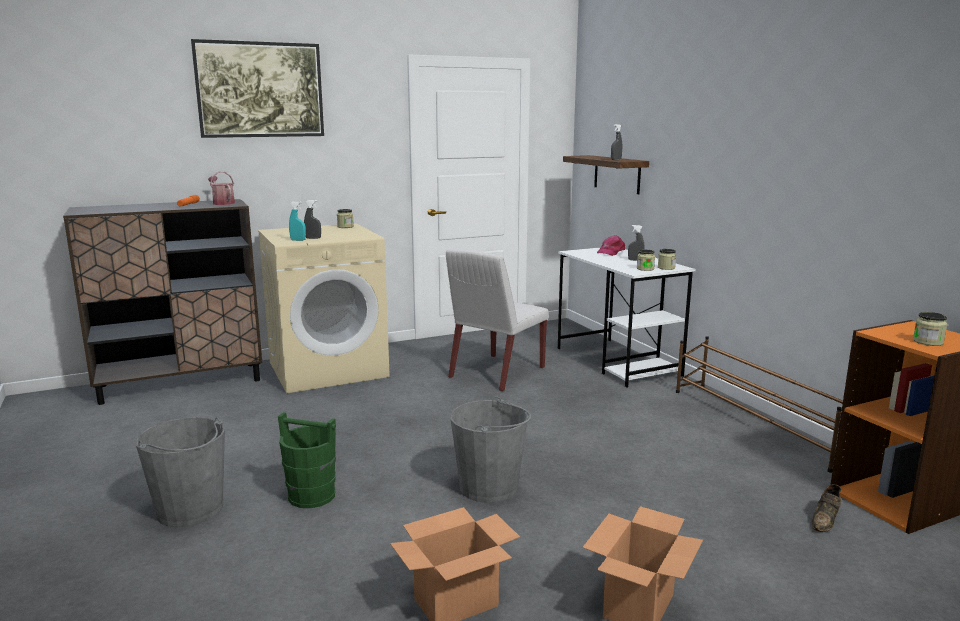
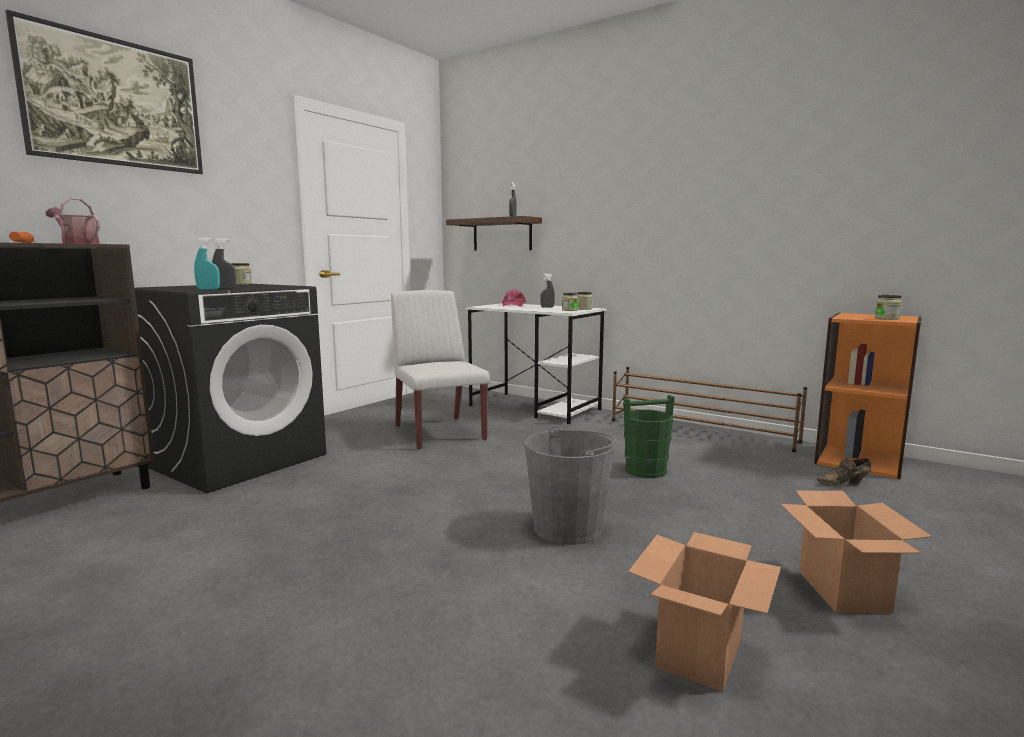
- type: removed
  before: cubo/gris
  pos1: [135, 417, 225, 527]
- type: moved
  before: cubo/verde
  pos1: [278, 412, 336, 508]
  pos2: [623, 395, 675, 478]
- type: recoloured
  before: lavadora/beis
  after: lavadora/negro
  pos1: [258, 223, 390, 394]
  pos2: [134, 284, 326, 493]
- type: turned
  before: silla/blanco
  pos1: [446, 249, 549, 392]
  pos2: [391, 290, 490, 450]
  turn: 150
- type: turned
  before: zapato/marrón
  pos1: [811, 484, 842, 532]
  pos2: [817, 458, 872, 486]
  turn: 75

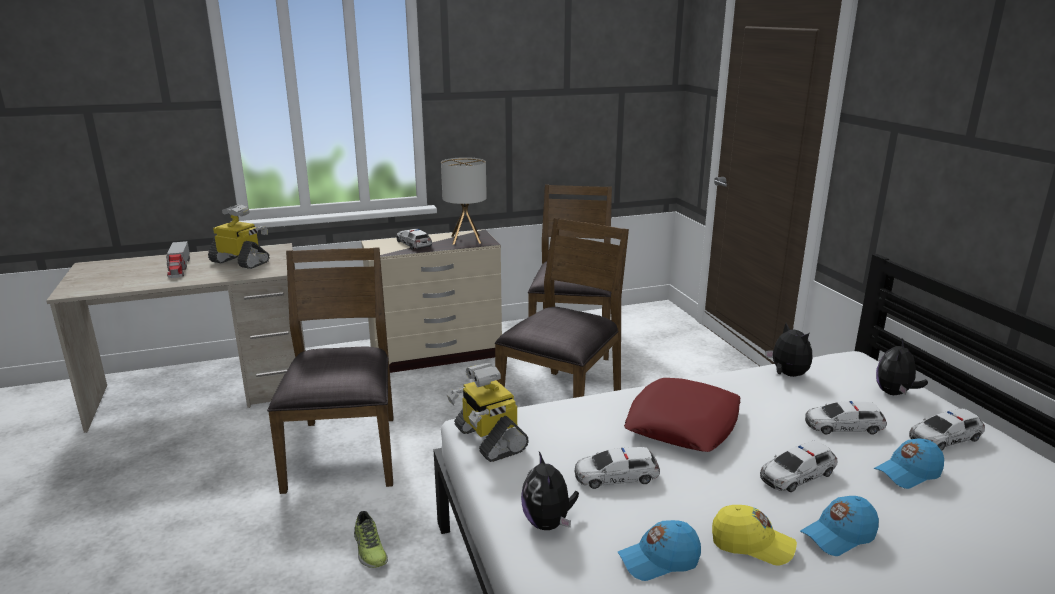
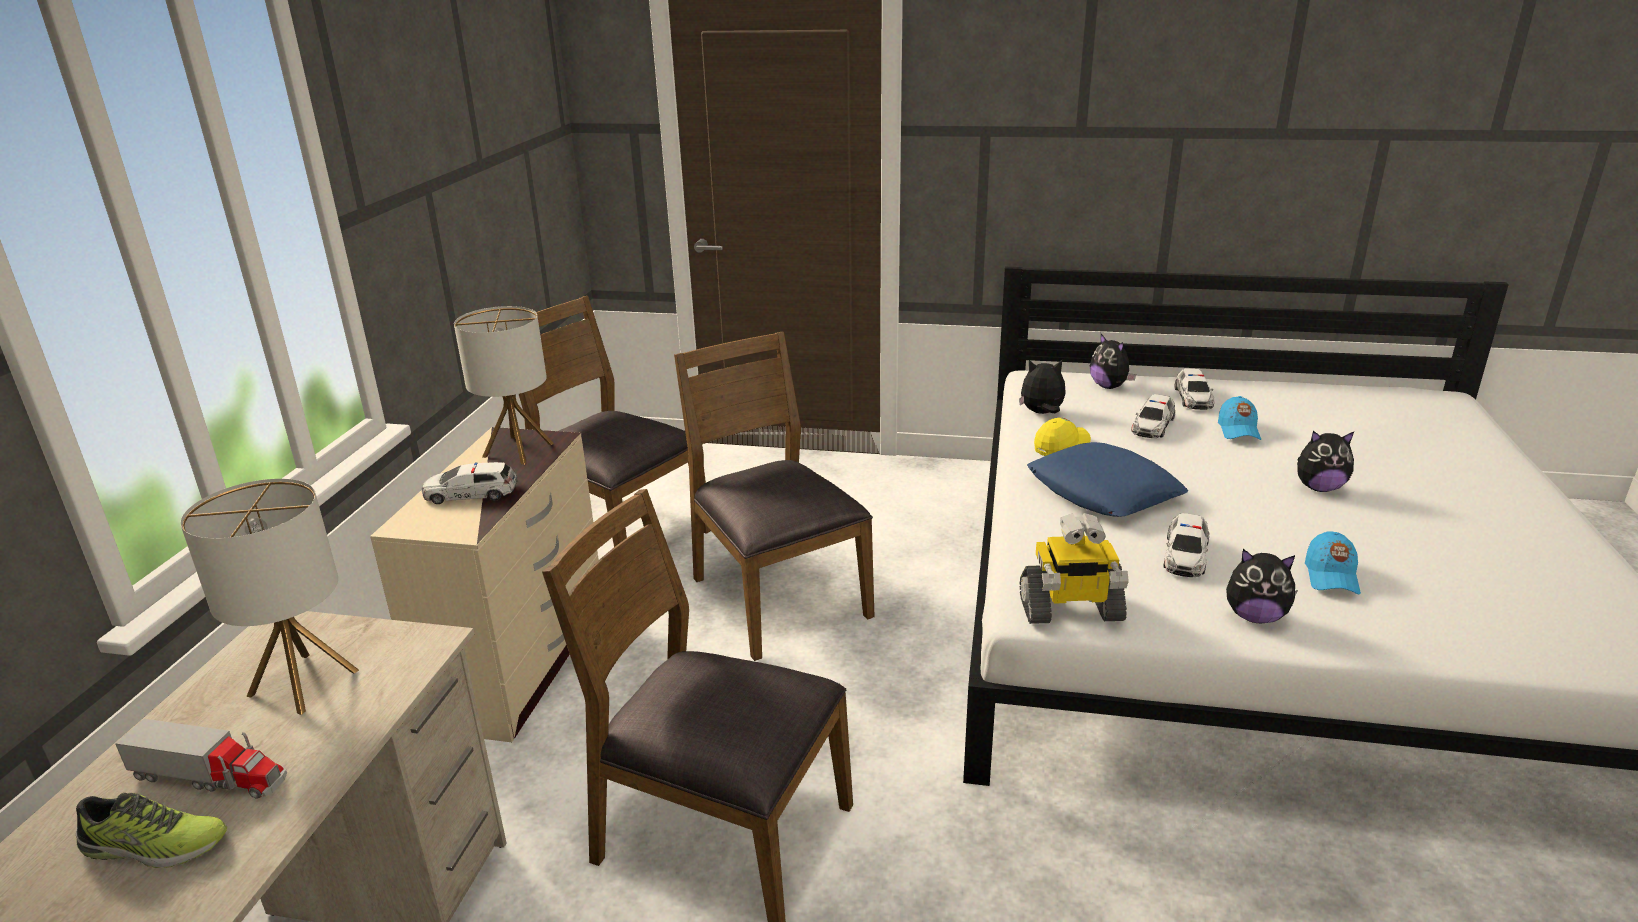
- type: removed
  before: coche de juguete
  pos1: [760, 441, 838, 492]
- type: moved
  before: zapato
  pos1: [354, 511, 388, 568]
  pos2: [76, 793, 227, 868]
- type: moved
  before: gorra/amarillo
  pos1: [712, 505, 797, 565]
  pos2: [1034, 417, 1091, 456]
- type: replaced
  before: robot de juguete
  after: lámpara de mesa
  pos1: [208, 204, 270, 269]
  pos2: [180, 479, 359, 715]
- type: replaced
  before: gorra/azul
  after: peluche
  pos1: [800, 496, 879, 556]
  pos2: [1297, 431, 1354, 492]
- type: recoloured
  before: cojín/rojo
  after: cojín/azul
  pos1: [624, 378, 741, 452]
  pos2: [1027, 442, 1189, 517]

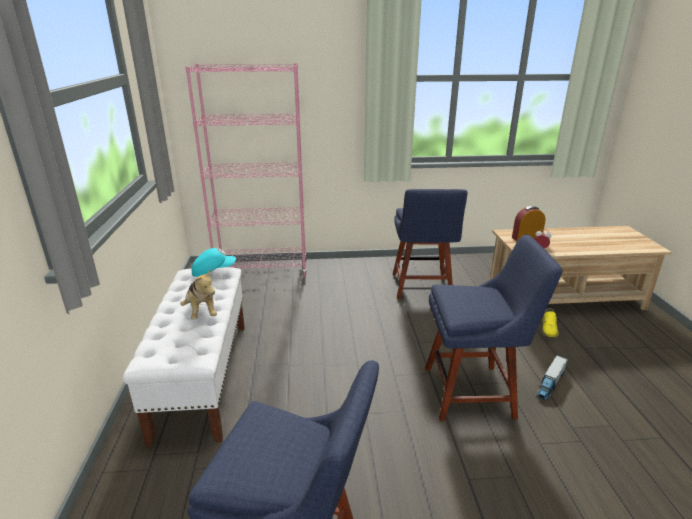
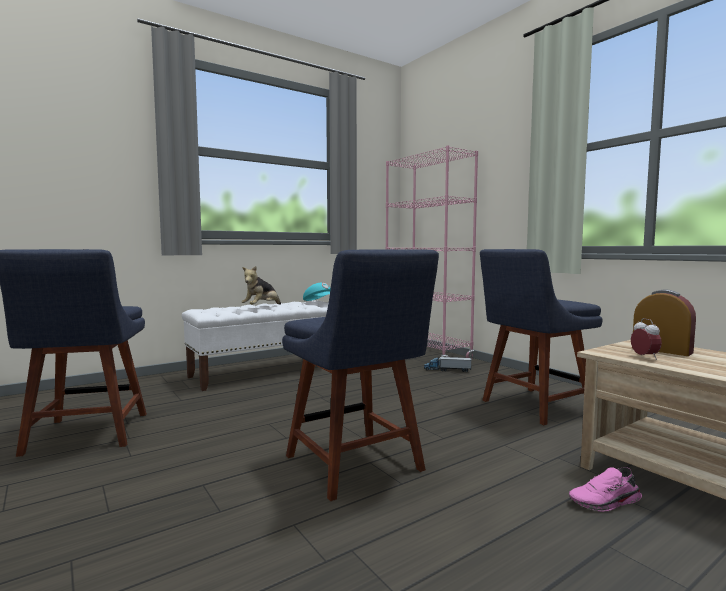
- type: moved
  before: camión de juguete
  pos1: [536, 355, 568, 401]
  pos2: [424, 356, 472, 372]
- type: recoloured
  before: zapato/amarillo
  after: zapato/rosa
  pos1: [542, 308, 559, 337]
  pos2: [569, 467, 642, 512]

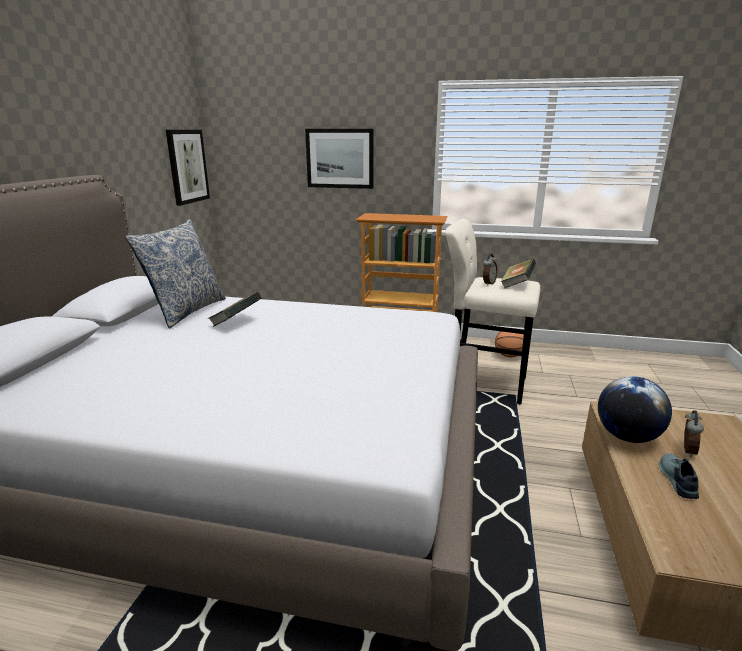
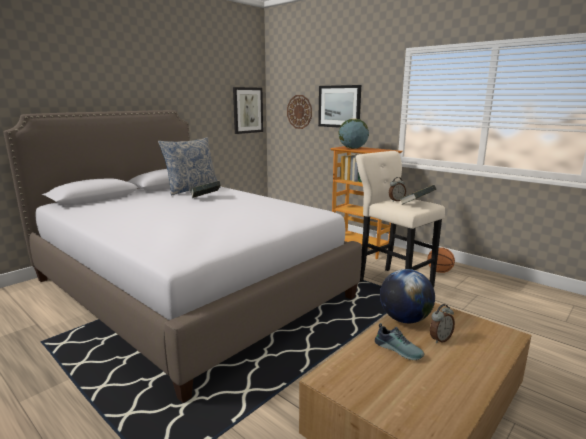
- type: added
  after: reloj de pared
  pos2: [287, 95, 312, 129]
- type: added
  after: globo terráqueo
  pos2: [338, 118, 369, 149]
- type: turned
  before: zapato
  pos1: [659, 453, 699, 499]
  pos2: [375, 323, 424, 360]
  turn: 90

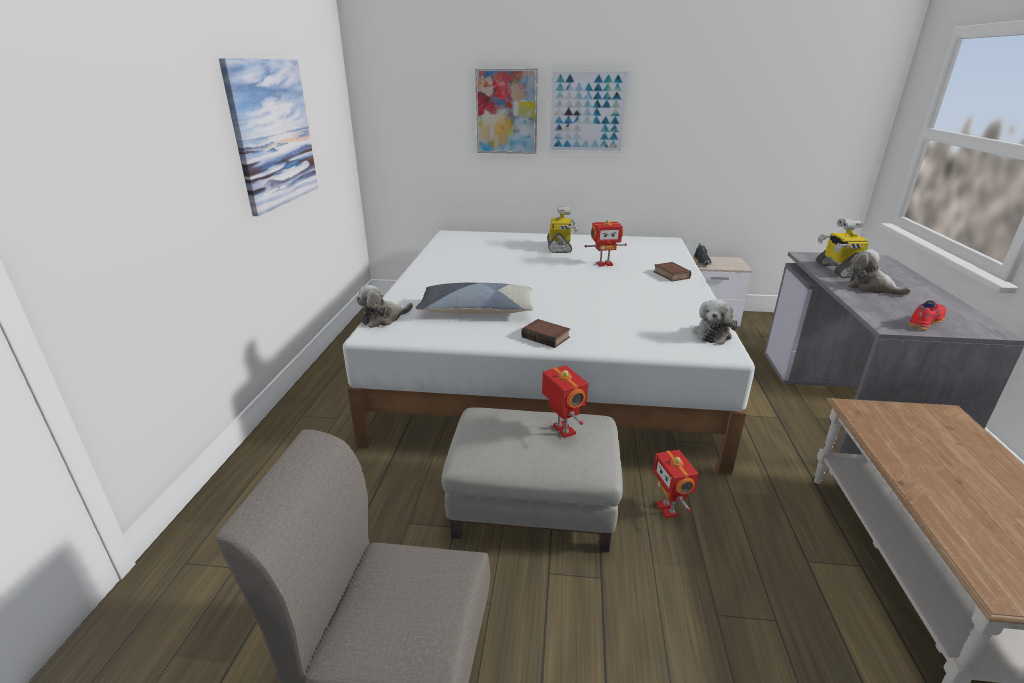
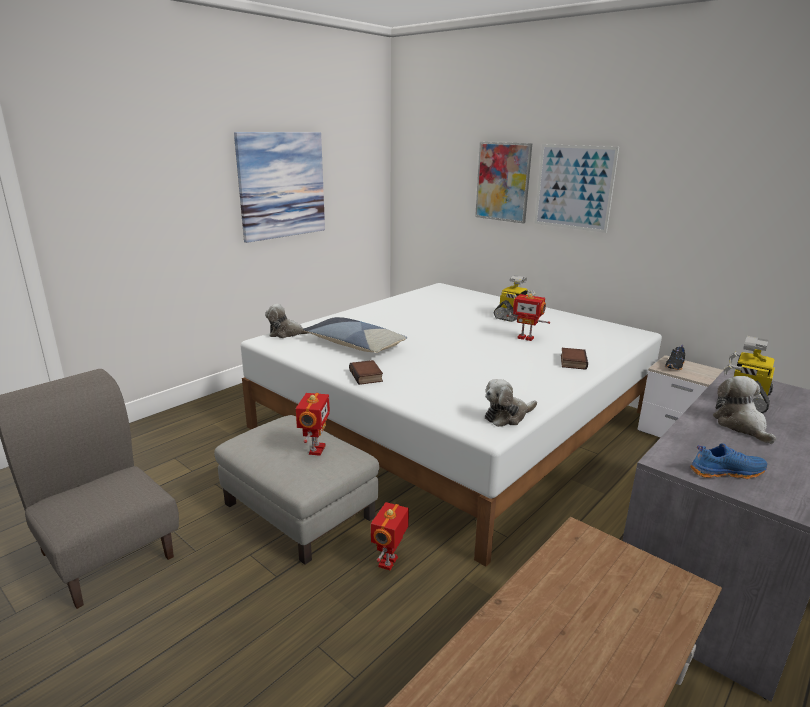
- type: recoloured
  before: zapato/rojo
  after: zapato/azul
  pos1: [908, 300, 946, 330]
  pos2: [690, 443, 767, 479]

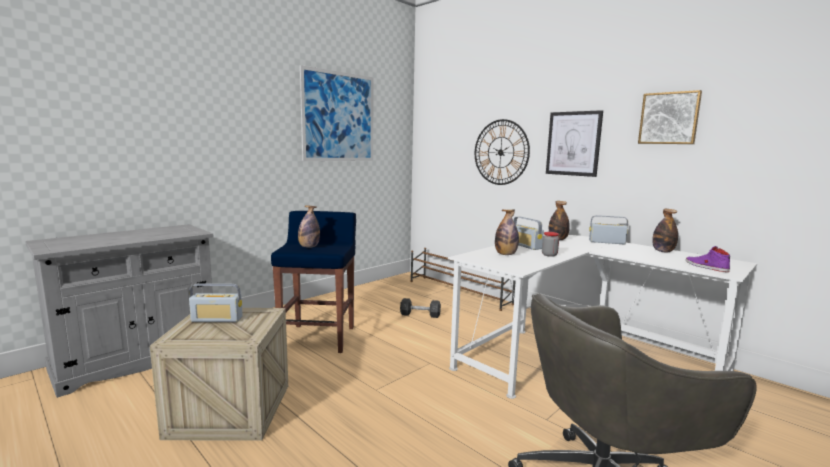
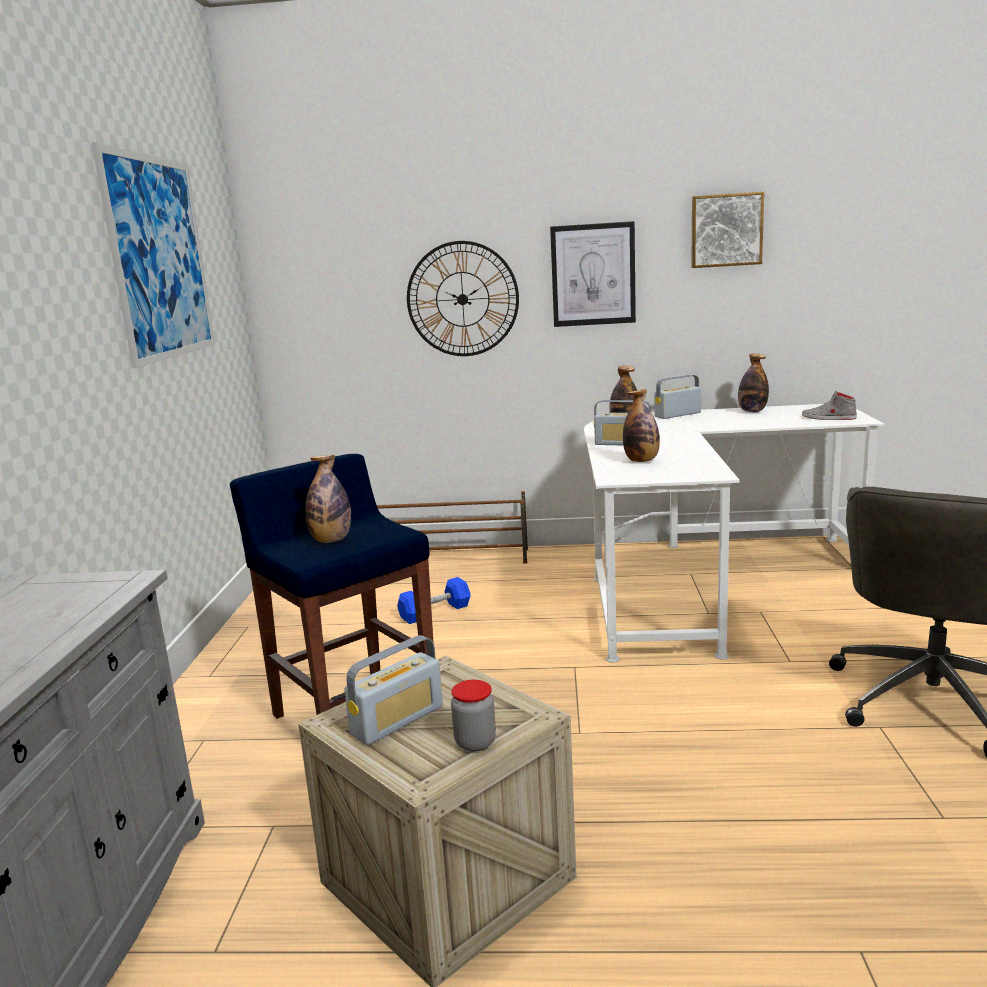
- type: moved
  before: tarro
  pos1: [542, 232, 559, 257]
  pos2: [451, 680, 496, 752]
- type: recoloured
  before: mancuerna/gris
  after: mancuerna/azul
  pos1: [400, 298, 441, 318]
  pos2: [397, 577, 471, 624]
- type: recoloured
  before: zapato/morado
  after: zapato/gris
  pos1: [686, 246, 730, 272]
  pos2: [802, 390, 857, 420]

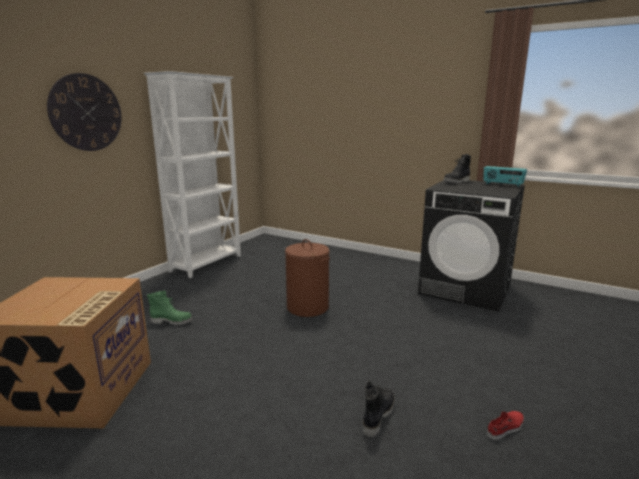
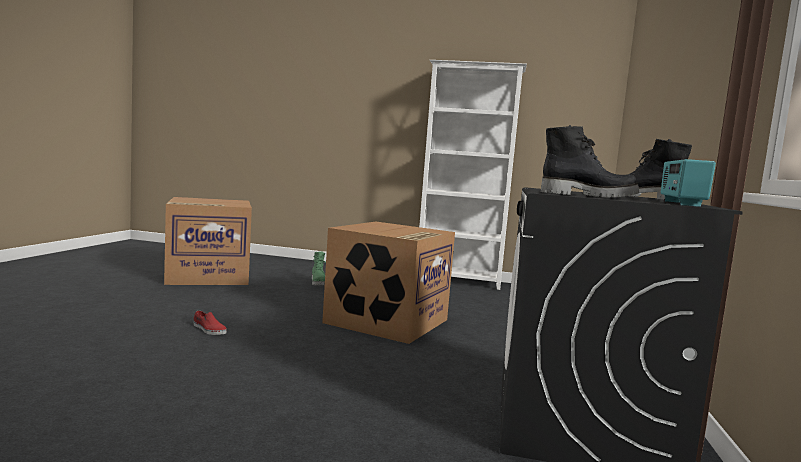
- type: removed
  before: reloj de pared
  pos1: [47, 73, 121, 151]
- type: moved
  before: bota/negro
  pos1: [363, 380, 394, 437]
  pos2: [541, 125, 639, 198]
- type: moved
  before: zapato/rojo
  pos1: [487, 411, 524, 440]
  pos2: [194, 311, 227, 335]
- type: replaced
  before: cesto de la ropa/marrón
  after: caja de cartón
  pos1: [285, 239, 330, 317]
  pos2: [322, 222, 455, 344]

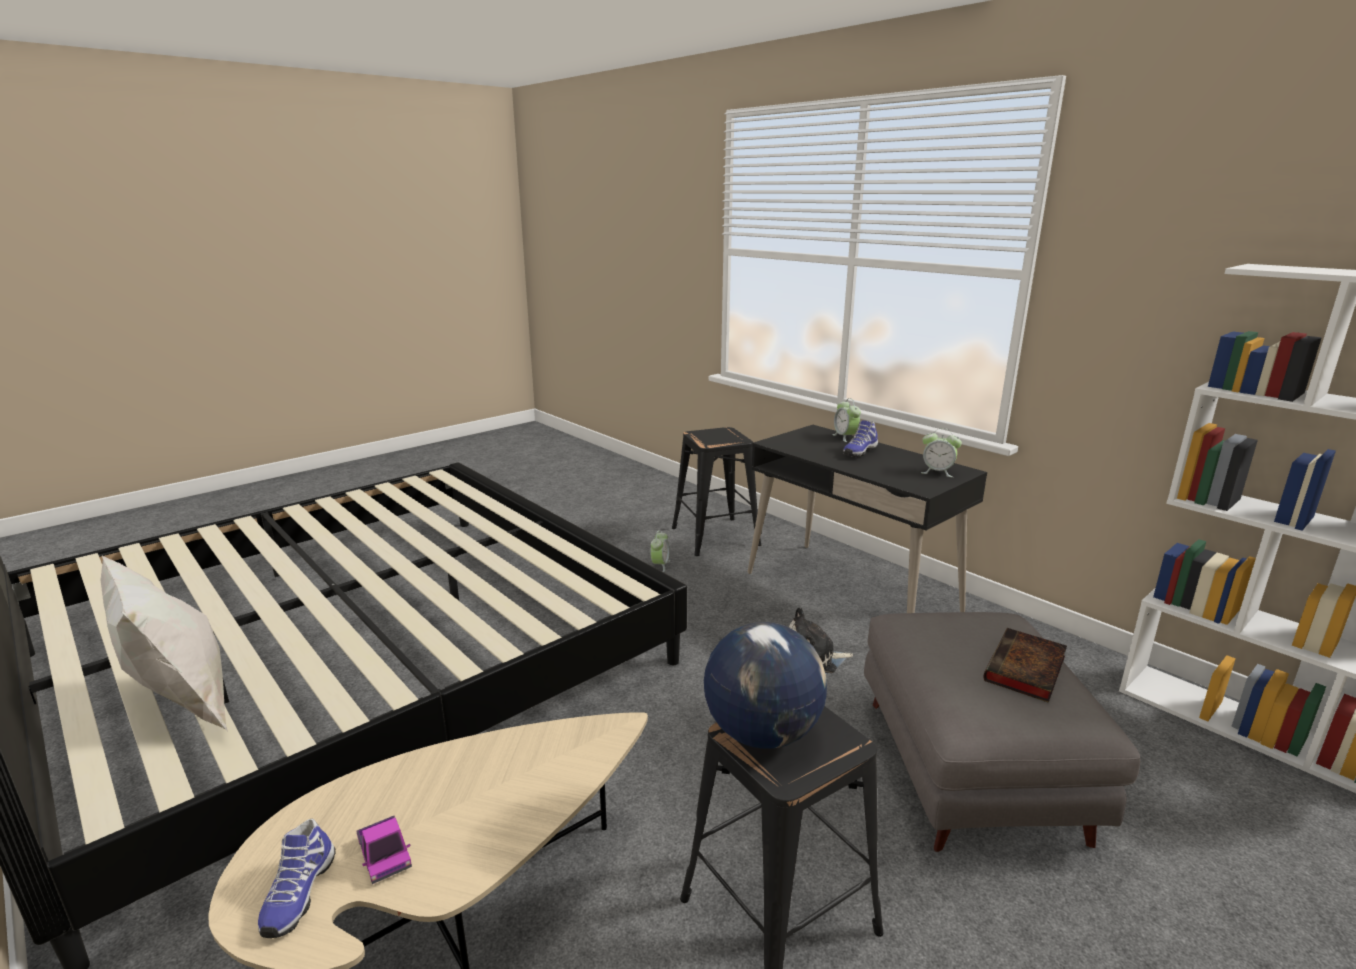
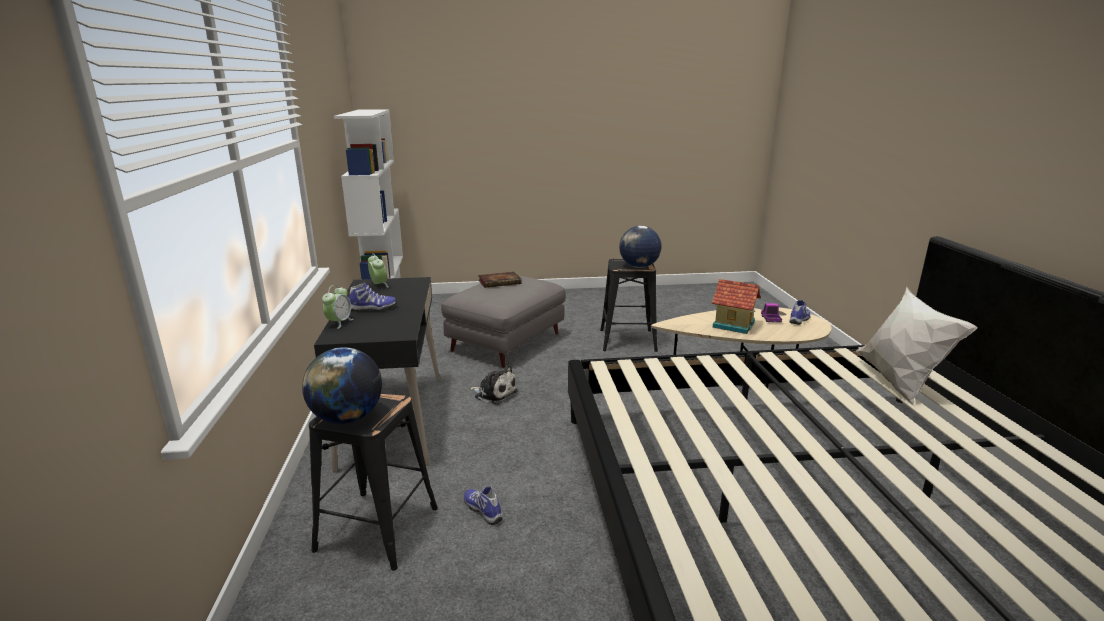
- type: added
  after: globo terráqueo
  pos2: [302, 347, 382, 424]
- type: added
  after: casita
  pos2: [712, 279, 761, 334]
- type: replaced
  before: despertador
  after: zapato
  pos1: [650, 530, 670, 572]
  pos2: [464, 487, 503, 525]

